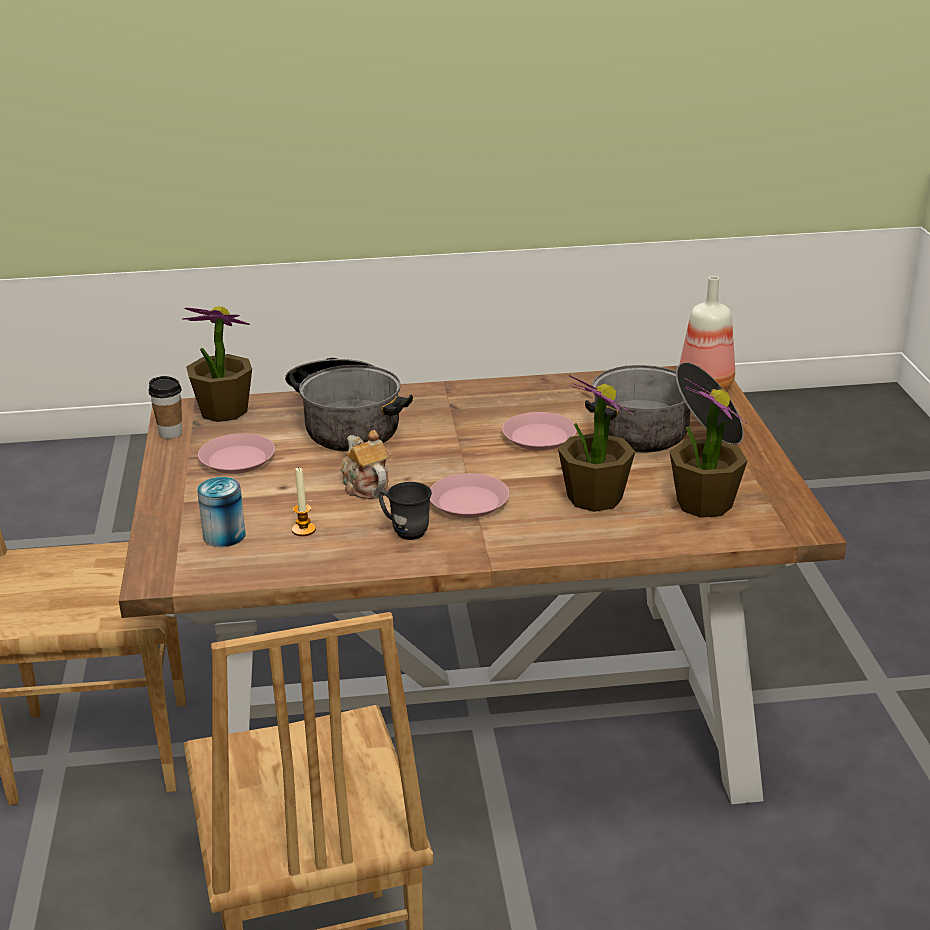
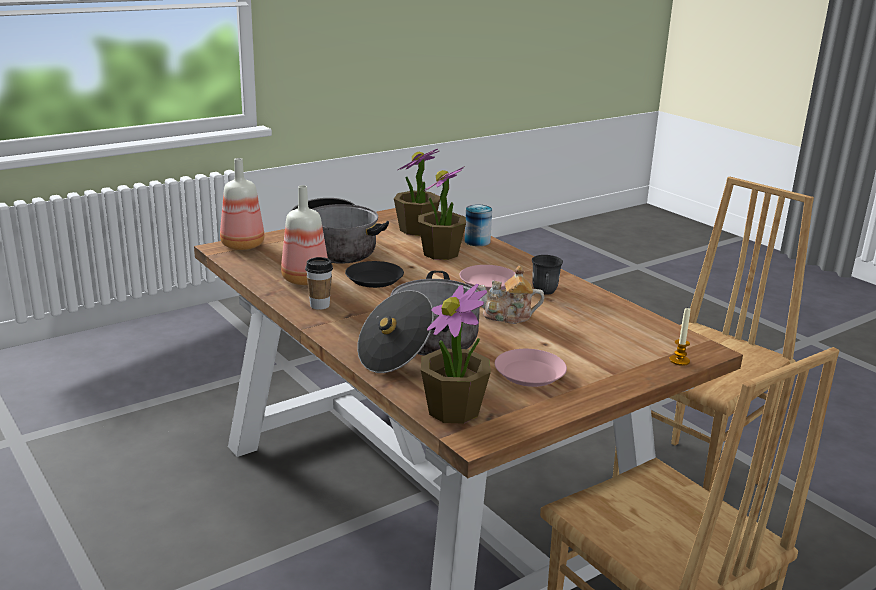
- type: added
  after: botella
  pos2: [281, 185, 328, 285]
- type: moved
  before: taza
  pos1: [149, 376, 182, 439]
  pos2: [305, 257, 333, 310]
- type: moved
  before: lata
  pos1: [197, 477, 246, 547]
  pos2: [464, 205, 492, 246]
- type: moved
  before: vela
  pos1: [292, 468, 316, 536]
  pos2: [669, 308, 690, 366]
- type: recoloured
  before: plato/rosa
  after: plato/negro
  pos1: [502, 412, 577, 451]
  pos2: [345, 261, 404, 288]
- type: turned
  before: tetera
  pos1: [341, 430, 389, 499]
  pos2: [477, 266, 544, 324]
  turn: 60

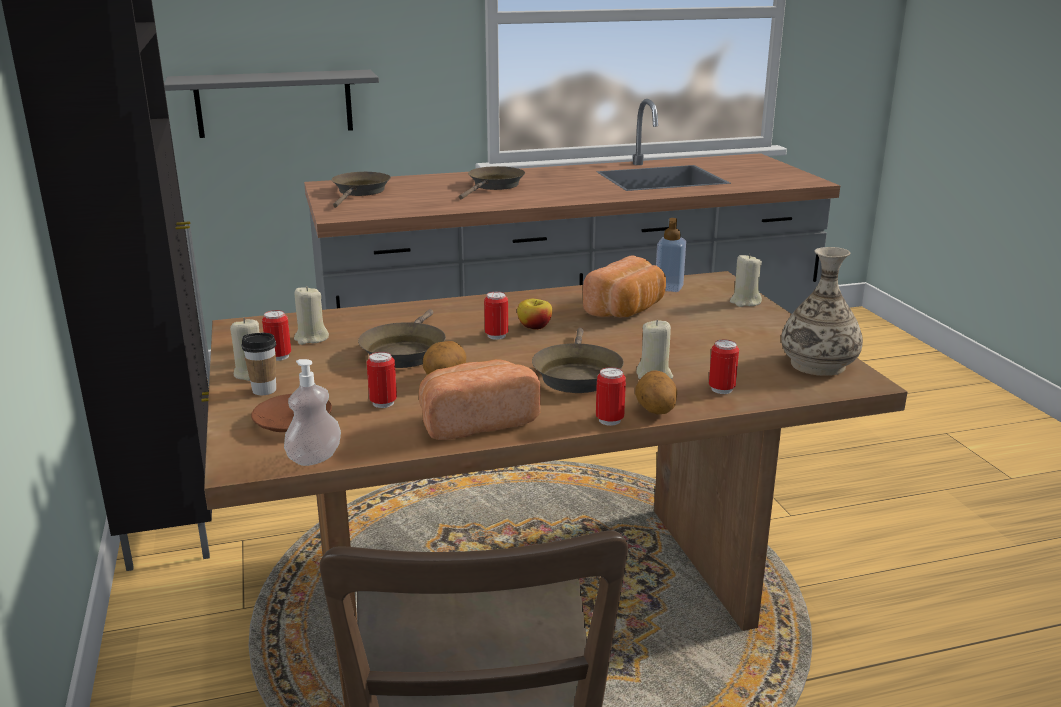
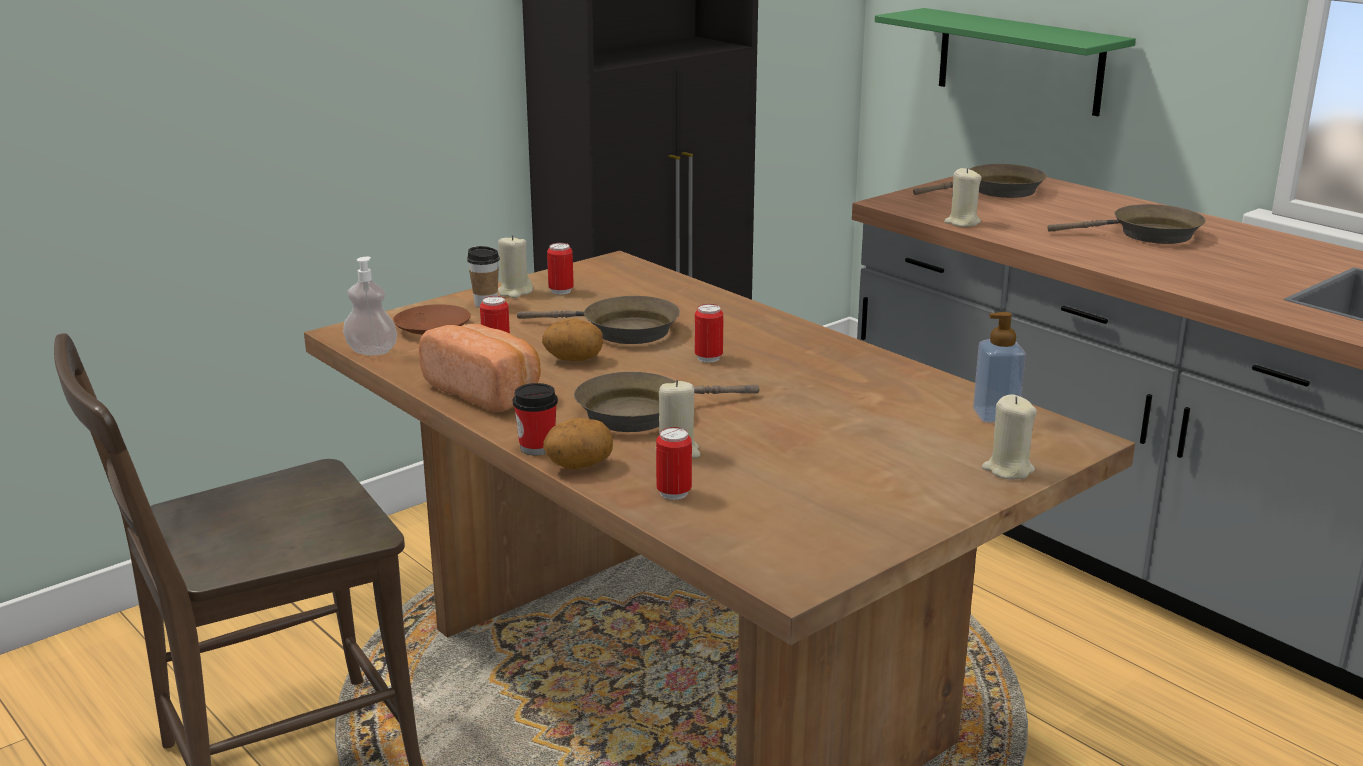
- type: removed
  before: manzana
  pos1: [517, 299, 552, 330]
- type: removed
  before: pan
  pos1: [583, 255, 666, 318]
- type: removed
  before: florero
  pos1: [781, 247, 863, 376]
- type: moved
  before: vela/beis
  pos1: [294, 286, 329, 345]
  pos2: [944, 168, 982, 227]
- type: replaced
  before: lata
  after: taza
  pos1: [596, 367, 626, 426]
  pos2: [513, 383, 558, 455]
- type: recoloured
  before: estante/gris
  after: estante/verde
  pos1: [164, 70, 379, 138]
  pos2: [875, 8, 1136, 116]
- type: turned
  before: sartén/marrón
  pos1: [358, 309, 446, 368]
  pos2: [517, 296, 680, 344]
  turn: -150

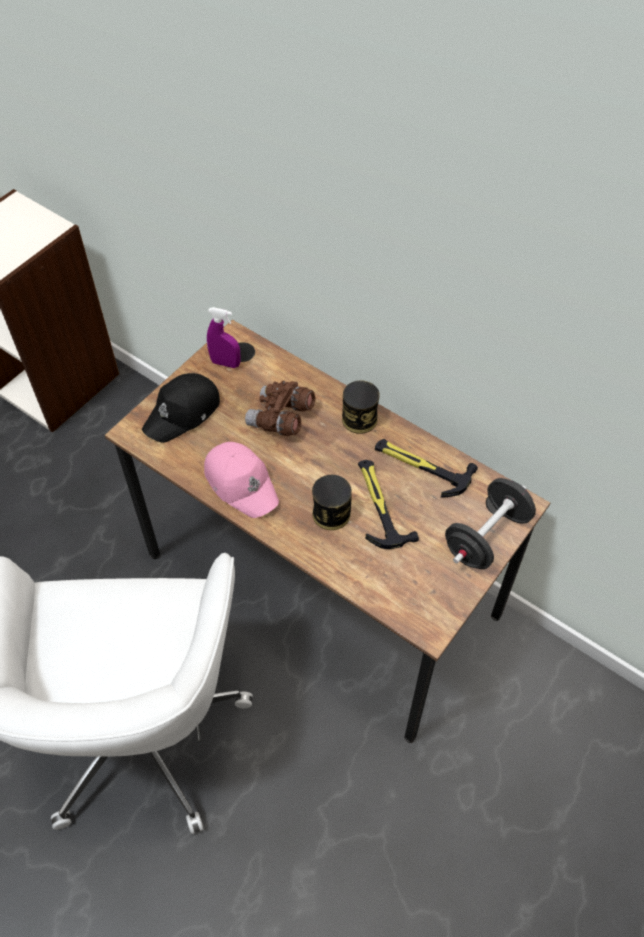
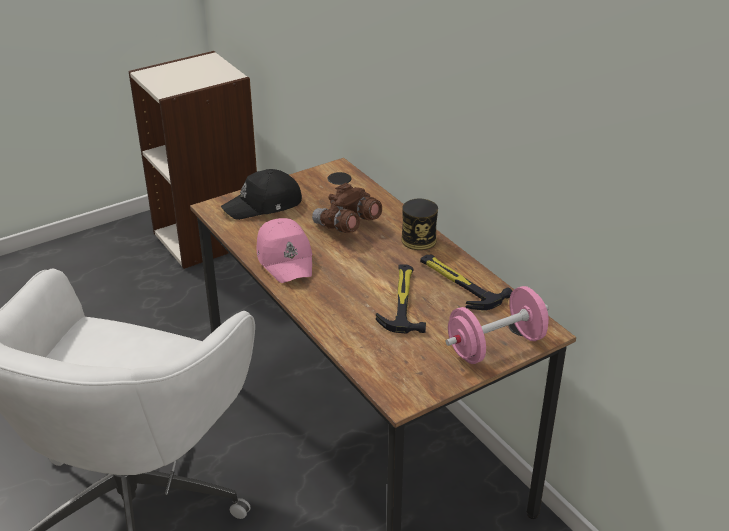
- type: removed
  before: pulverizador/morado
  pos1: [207, 307, 241, 368]
- type: removed
  before: lata
  pos1: [312, 475, 352, 530]
- type: recoloured
  before: mancuerna/negro
  after: mancuerna/rosa
  pos1: [445, 478, 536, 569]
  pos2: [446, 286, 549, 364]

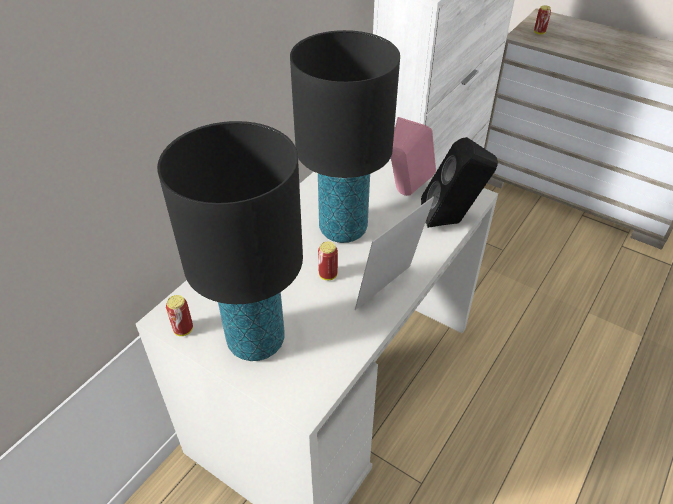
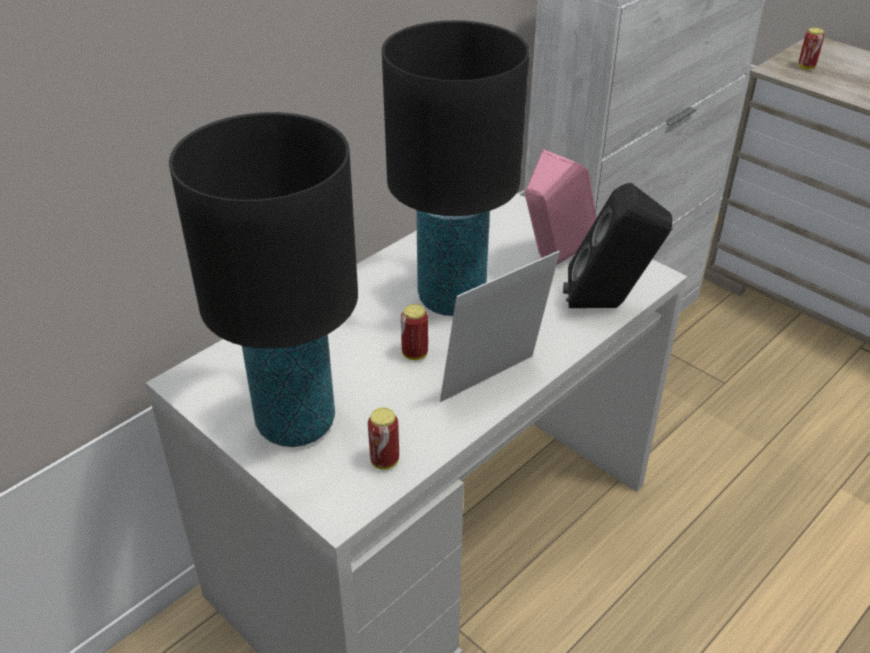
- type: moved
  before: lata
  pos1: [166, 295, 193, 336]
  pos2: [368, 408, 399, 469]

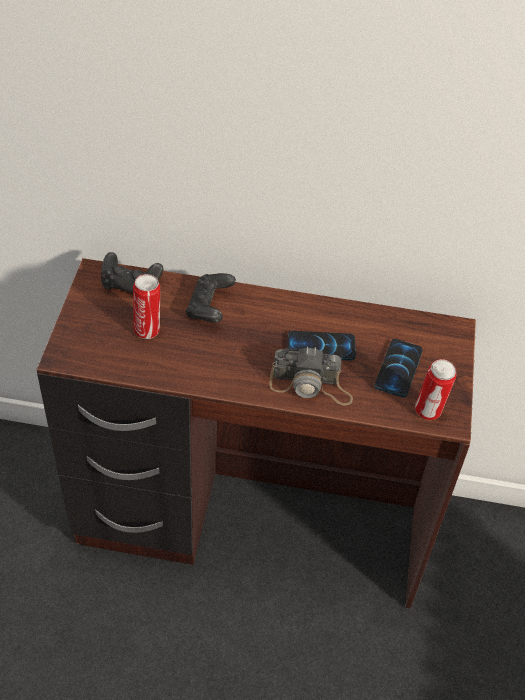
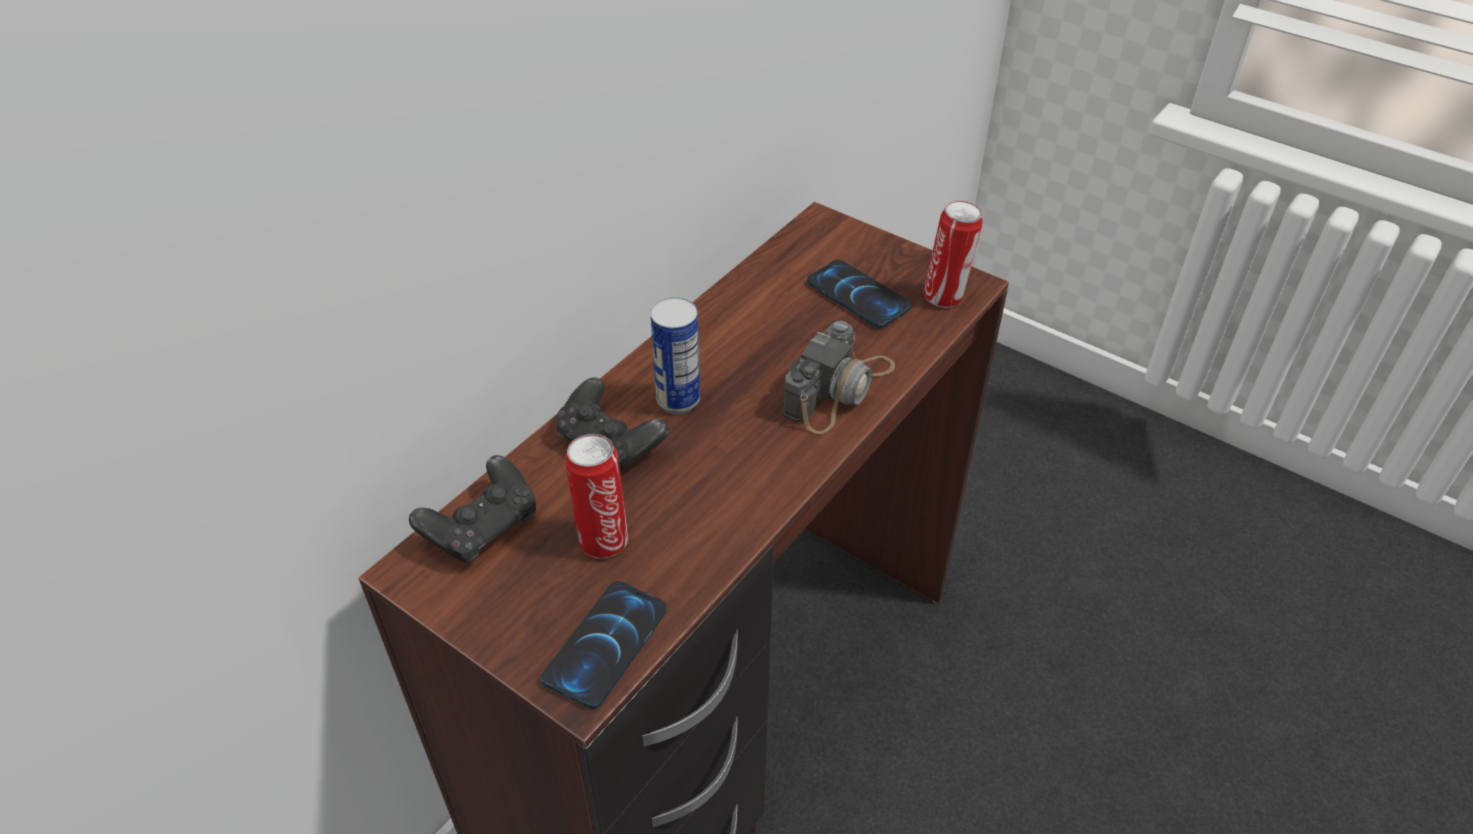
- type: added
  after: lata
  pos2: [650, 297, 700, 414]
- type: moved
  before: móvil
  pos1: [288, 331, 356, 360]
  pos2: [541, 581, 666, 709]

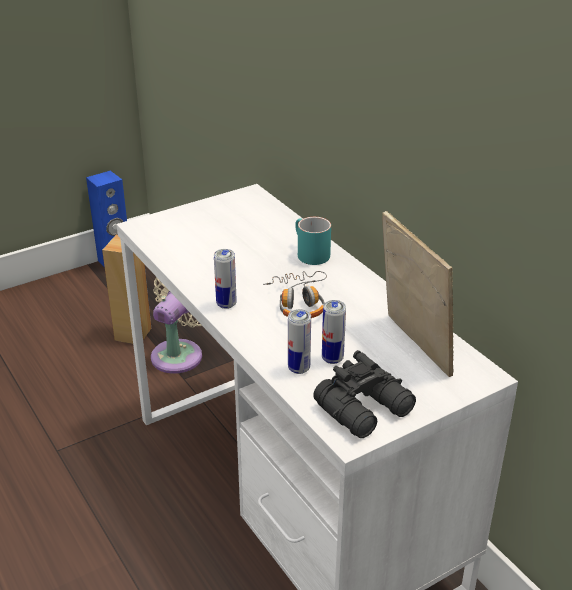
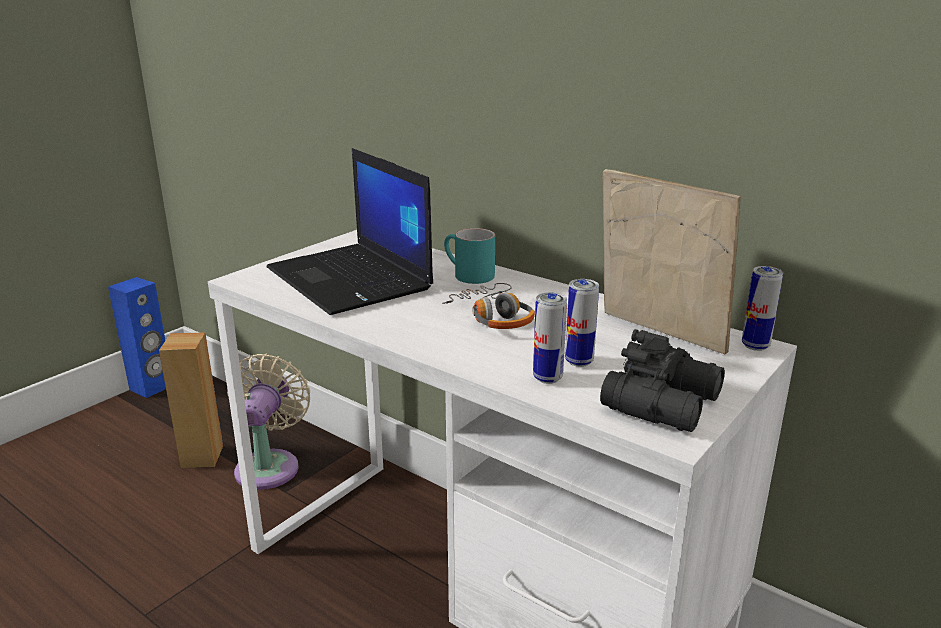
- type: added
  after: portátil
  pos2: [266, 148, 433, 315]
- type: moved
  before: lata
  pos1: [214, 249, 237, 309]
  pos2: [742, 266, 783, 351]

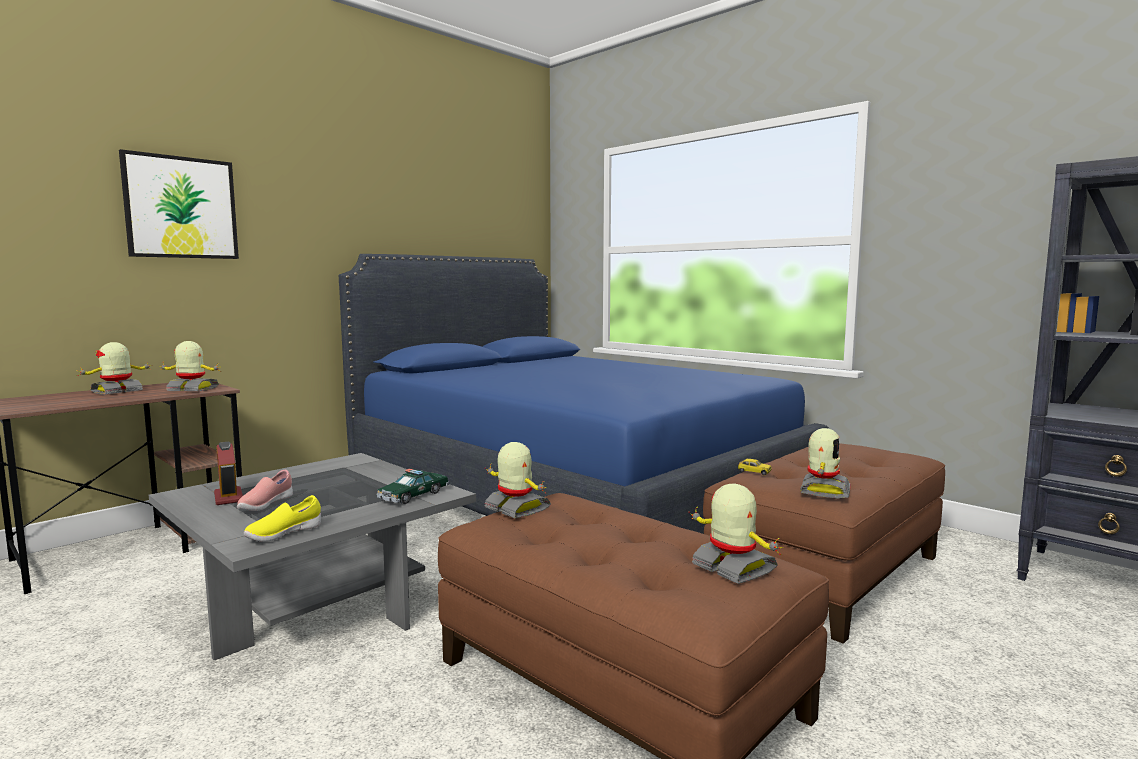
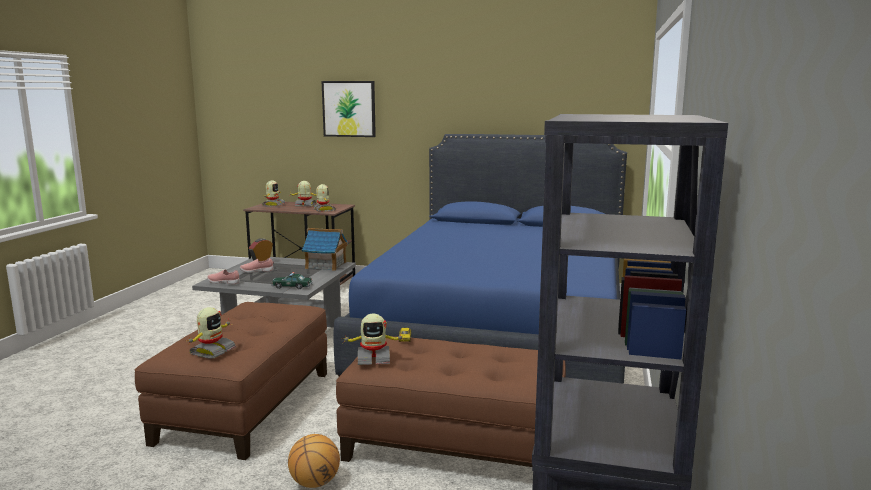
- type: added
  after: balón de baloncesto
  pos2: [288, 434, 340, 488]
- type: added
  after: casita
  pos2: [302, 228, 348, 271]
- type: moved
  before: robot de juguete
  pos1: [485, 442, 551, 518]
  pos2: [262, 180, 286, 207]
- type: recoloured
  before: zapato/amarillo
  after: zapato/rosa
  pos1: [244, 495, 321, 542]
  pos2: [207, 269, 240, 284]

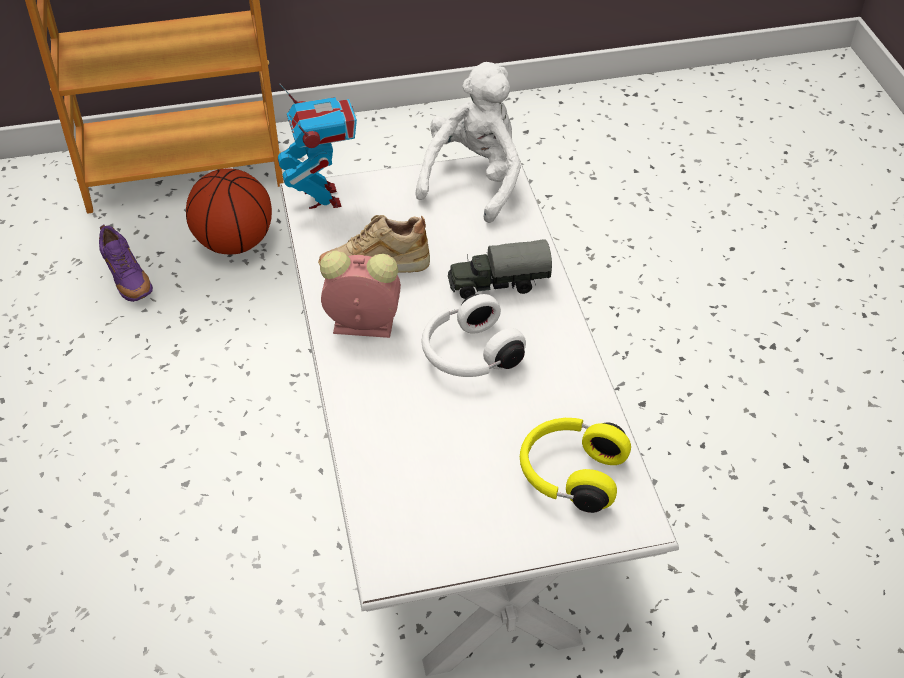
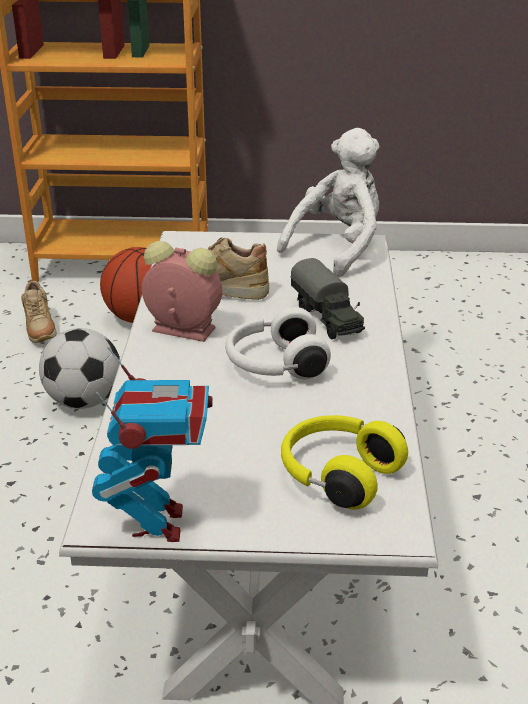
- type: added
  after: balón de fútbol
  pos2: [39, 328, 120, 409]
- type: moved
  before: robot de juguete
  pos1: [278, 83, 357, 209]
  pos2: [92, 347, 212, 542]
- type: recoloured
  before: zapato/morado
  after: zapato/beis
  pos1: [99, 225, 153, 302]
  pos2: [21, 280, 57, 343]
- type: turned
  before: camión de juguete
  pos1: [448, 240, 552, 299]
  pos2: [291, 258, 365, 339]
  turn: -120

